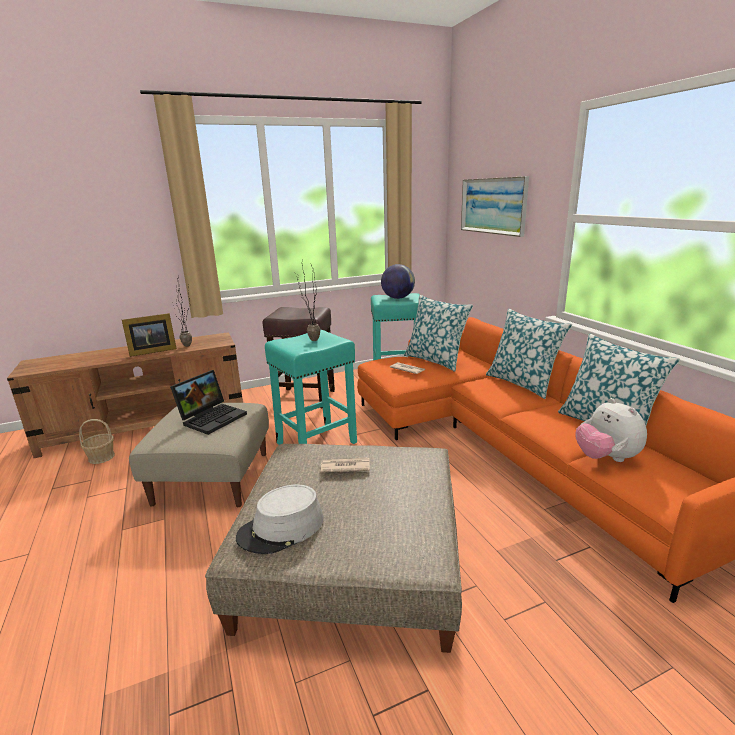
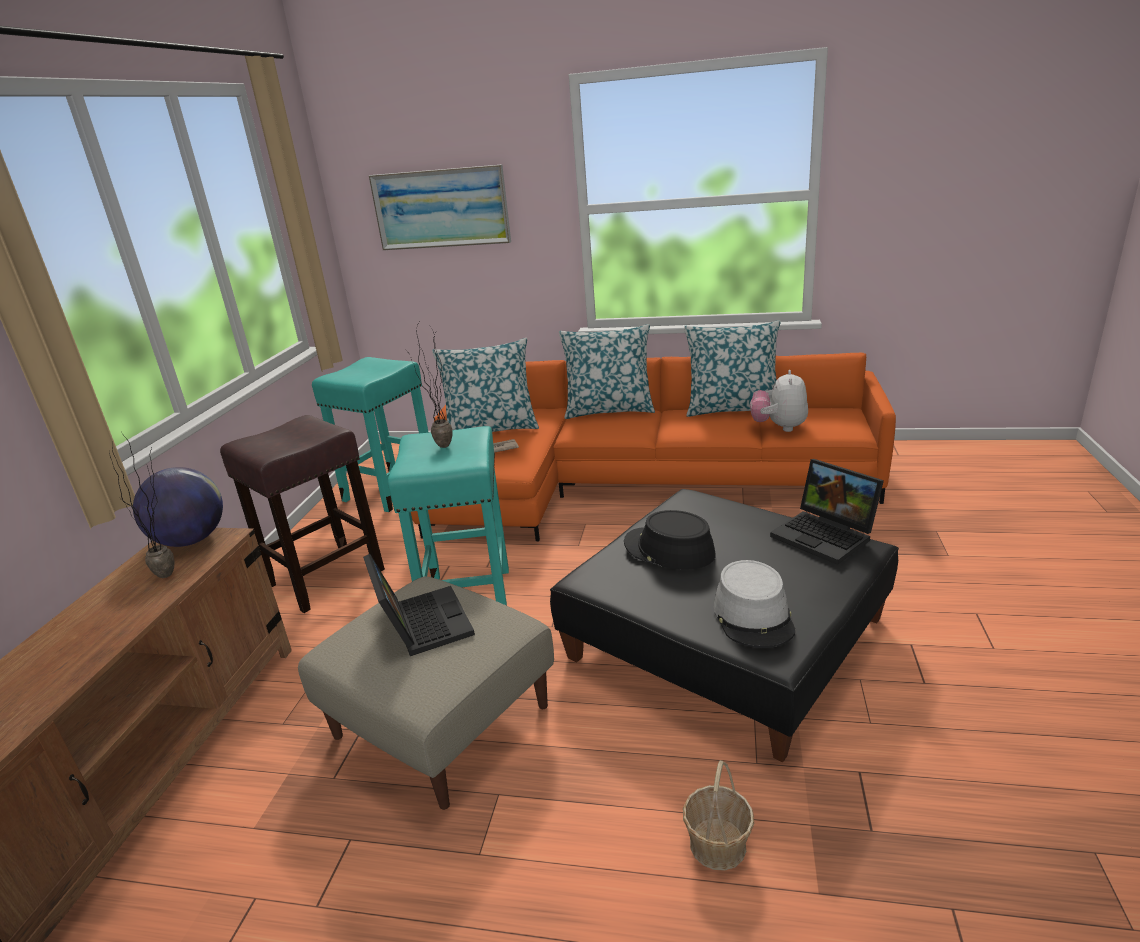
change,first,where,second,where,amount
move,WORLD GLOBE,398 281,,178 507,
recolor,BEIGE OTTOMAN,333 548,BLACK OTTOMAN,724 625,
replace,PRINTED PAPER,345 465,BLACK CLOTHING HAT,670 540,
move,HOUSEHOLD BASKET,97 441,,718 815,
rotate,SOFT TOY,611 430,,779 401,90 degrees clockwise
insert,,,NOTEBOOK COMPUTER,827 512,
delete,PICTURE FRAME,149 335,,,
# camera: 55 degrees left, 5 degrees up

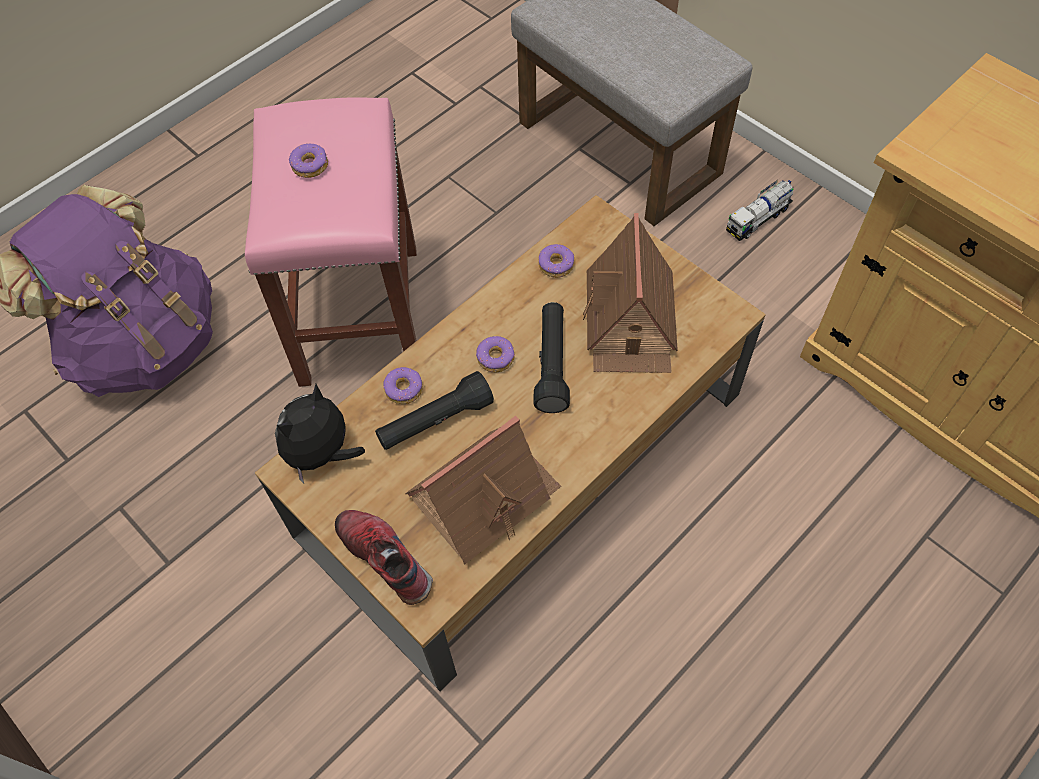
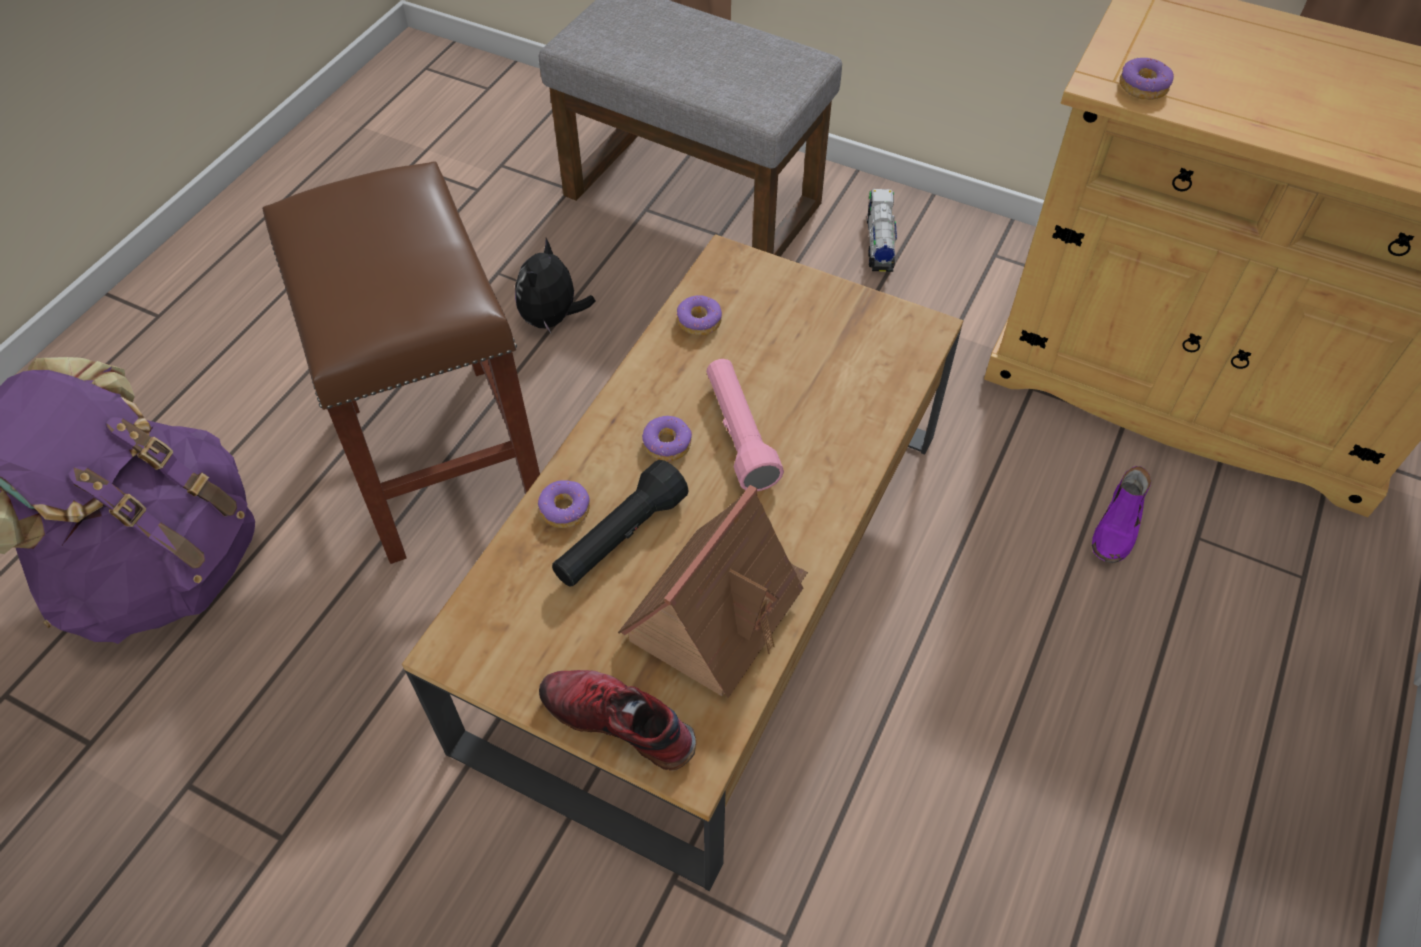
change,first,where,second,where,amount
recolor,PINKISH STOOL SEAT,331 242,BROWNISH STOOL SEAT,401 363,
move,SOFT TOY,320 433,,555 285,
recolor,BLACK FLASHLIGHT,551 357,PINKISH FLASHLIGHT,745 425,
rotate,TOY TRUCK,760 210,,881 230,150 degrees clockwise
insert,,,PURPLE SHOE,1122 514,
move,RING DOUGHNUT,308 160,,1147 79,
delete,MINIATURE HOUSE,630 293,,,
# camera: 20 degrees left, 5 degrees down

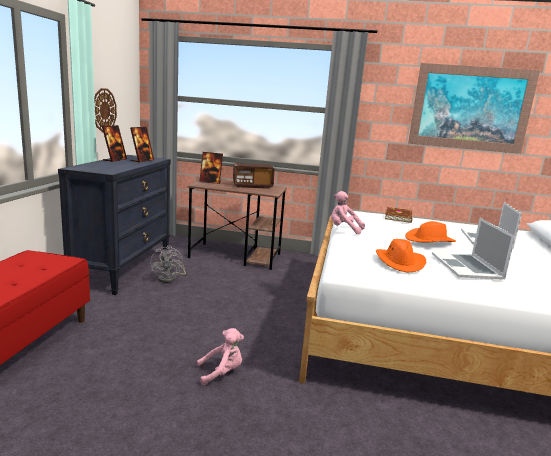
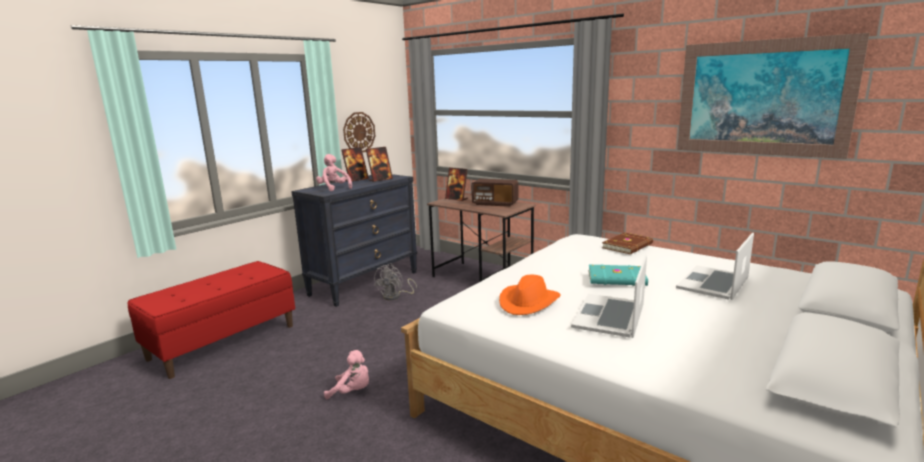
change,first,where,second,where,amount
move,PINKISH SOFT TOY,348 212,,334 172,
replace,ORANGE-COLOURED CLOTHING HAT,430 231,TURQUOISE-COLOURED BOOK,618 275,
# camera: 30 degrees right, 0 degrees up

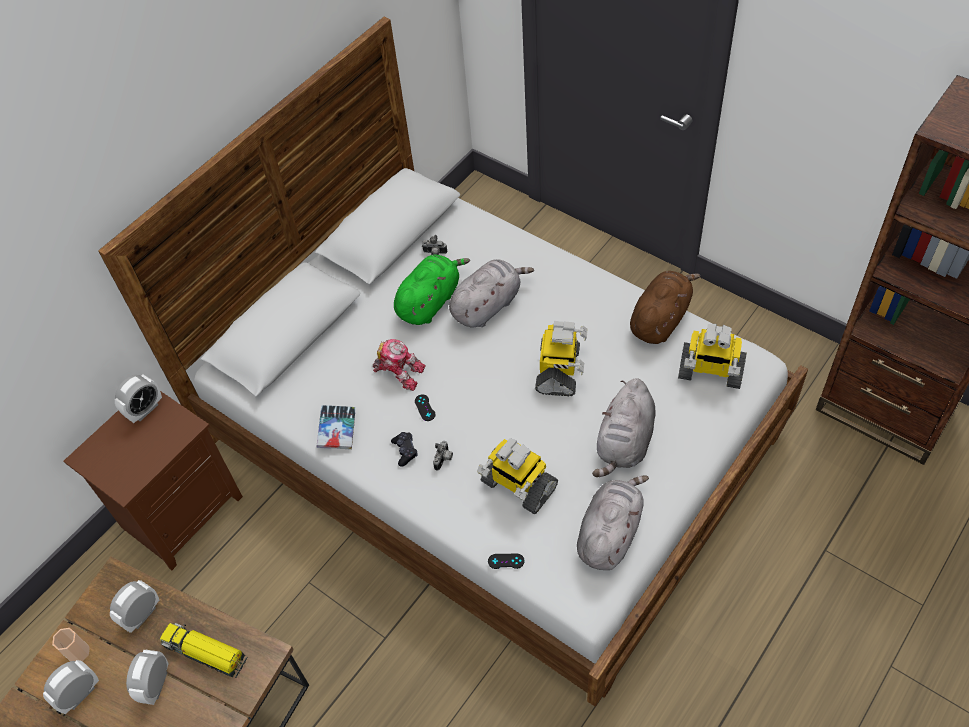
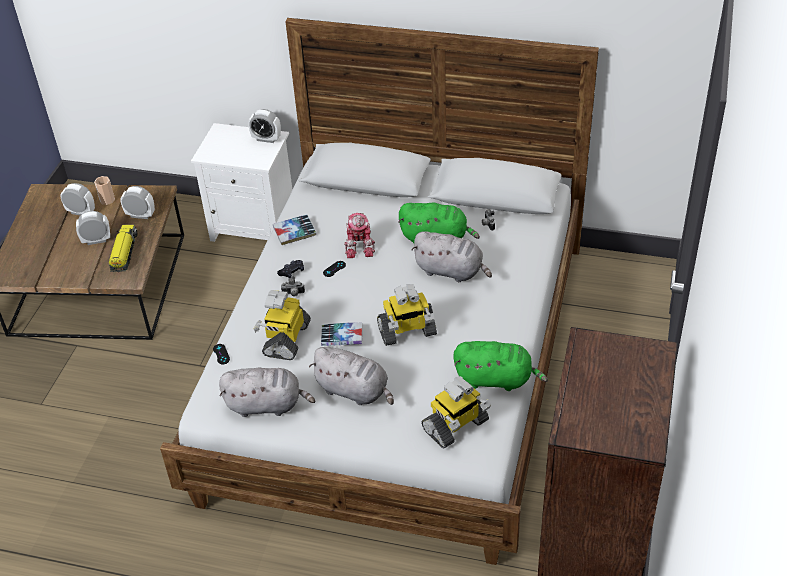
change,first,where,second,where,amount
recolor,BROWNISH NIGHTSTAND,153 480,WHITE-COLOURED NIGHTSTAND,241 182,
rotate,GRAY SOFT TOY,624 427,,351 376,150 degrees counterclockwise
insert,,,BOOK,341 334,
rotate,MODEL ROBOT,712 356,,456 412,120 degrees counterclockwise
recolor,BROWNISH SOFT TOY,665 307,GREEN SOFT TOY,501 366,
# camera: 65 degrees right, 10 degrees down

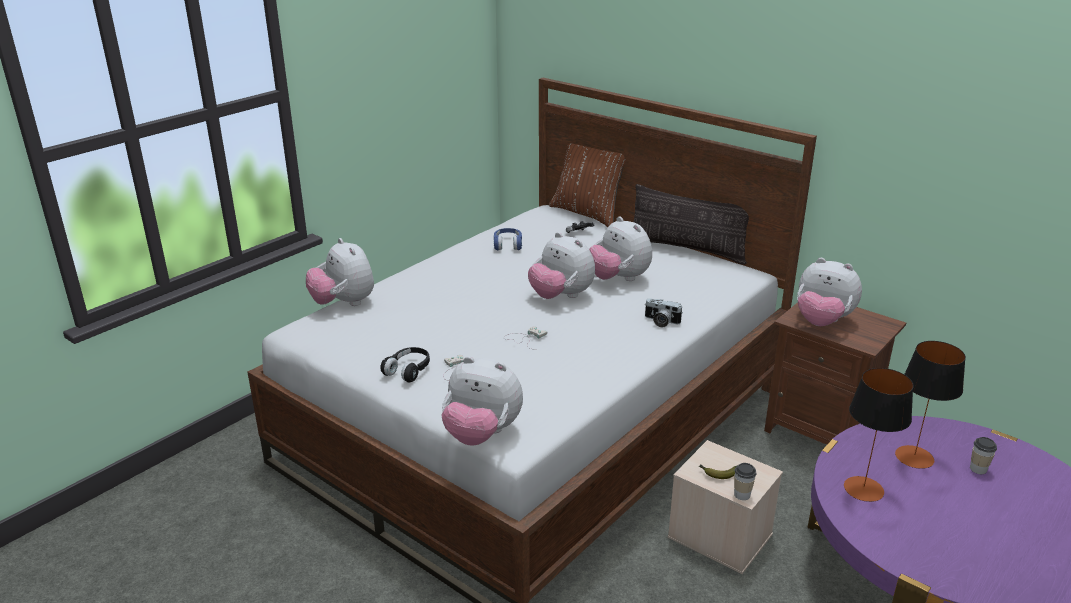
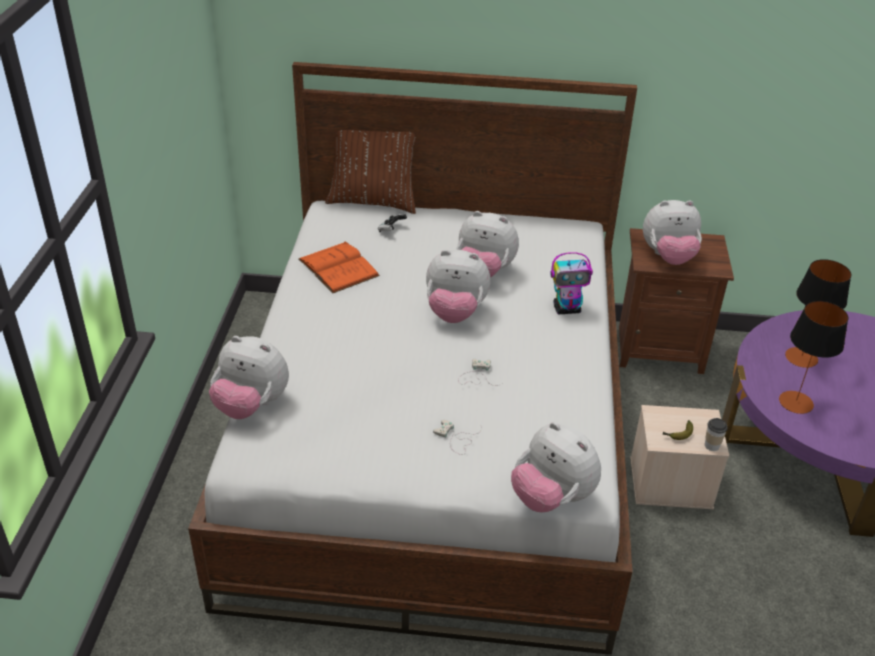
change,first,where,second,where,amount
replace,BLUE PAIR OF HEADPHONES,508 239,ORANGE-COLOURED BOOK,339 267,
rotate,SOFT TOY,482 401,,556 467,60 degrees clockwise
replace,PHOTO CAMERA,663 312,MODEL ROBOT,571 283,
delete,BLACK PAIR OF HEADPHONES,405 364,,,
delete,THROW PILLOW,691 224,,,
delete,SMALL CUP,983 455,,,
# camera: 35 degrees left, 10 degrees up

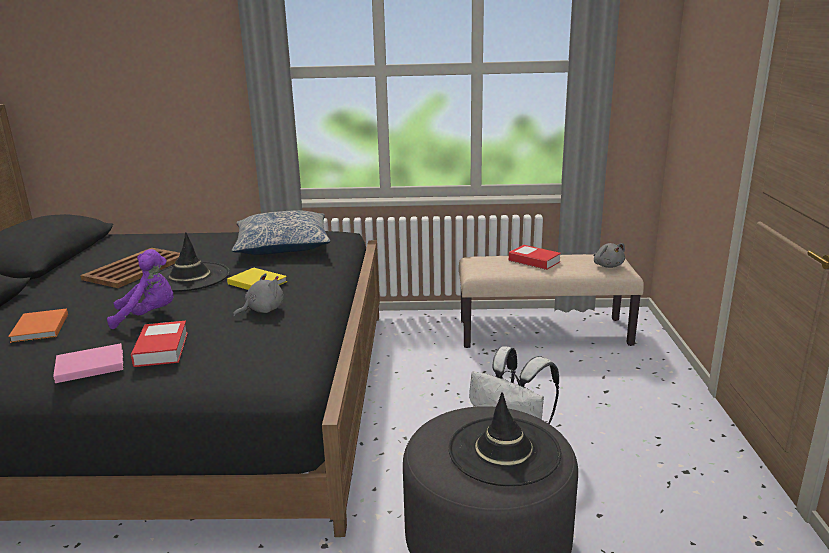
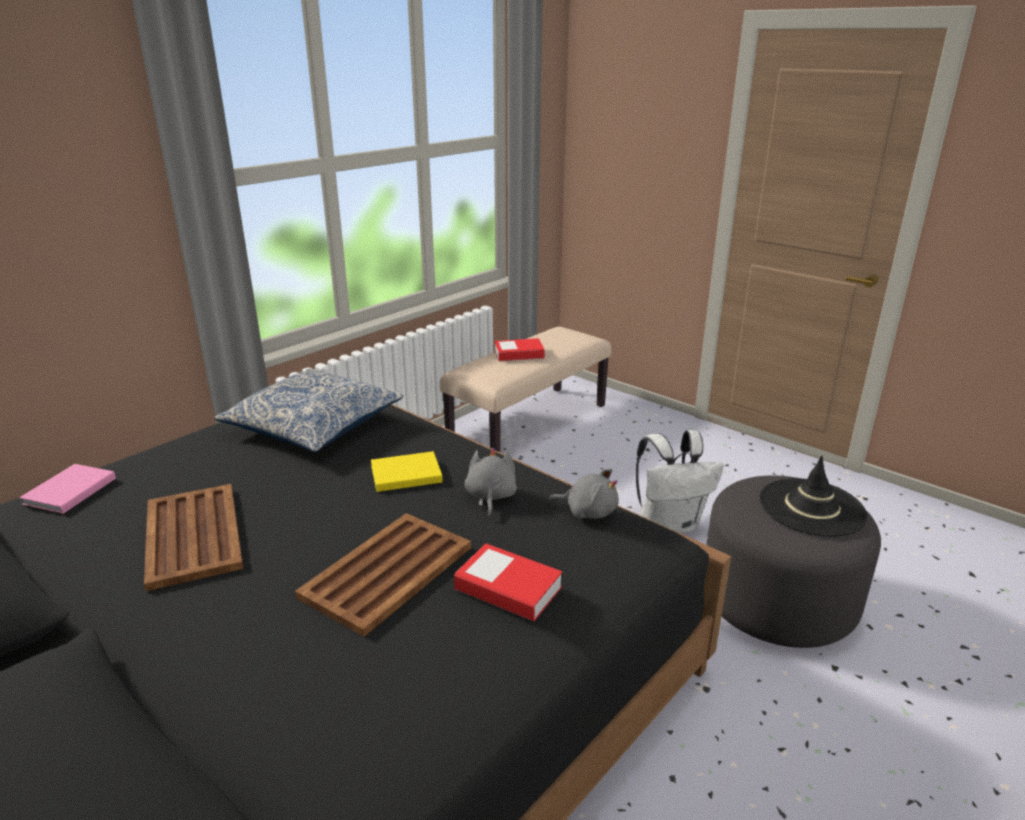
change,first,where,second,where,amount
move,PINKISH BOOK,88 363,,67 489,
replace,PURPLE SOFT TOY,140 289,BROWNISH CARRYING TRAY,383 575,
move,GRAY SOFT TOY,609 255,,583 494,
delete,ORANGE-COLOURED BOOK,38 326,,,
delete,BLACK CLOTHING HAT,194 262,,,
# camera: 50 degrees left, 5 degrees up

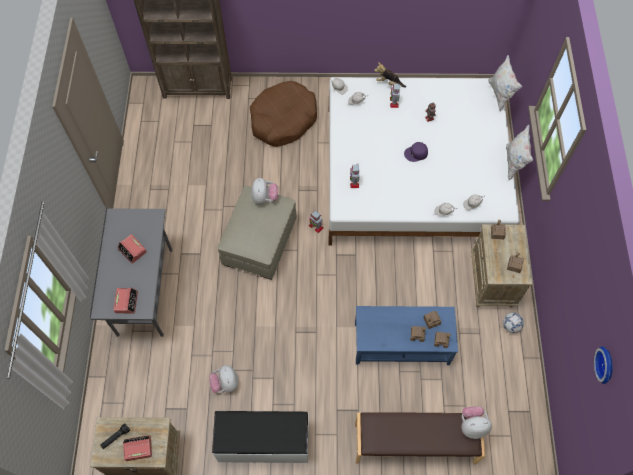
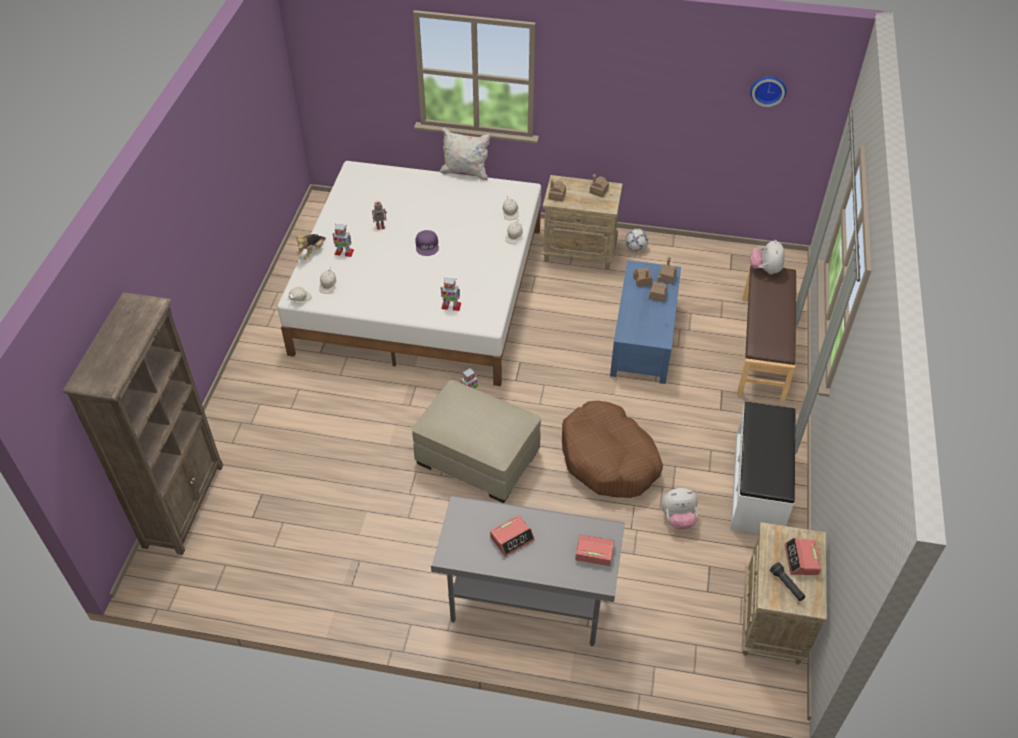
change,first,where,second,where,amount
move,BROWNISH DOG BED,283 114,,612 449,
delete,SOFT TOY,264 191,,,
delete,WHITE-COLOURED THROW PILLOW,505 83,,,
# camera: 80 degrees left, 15 degrees down

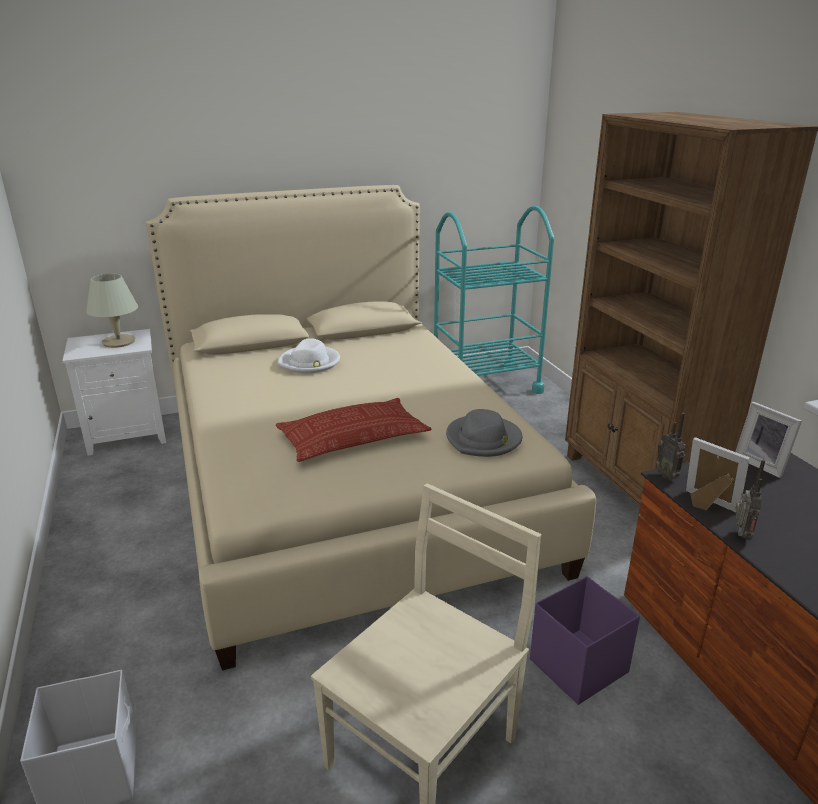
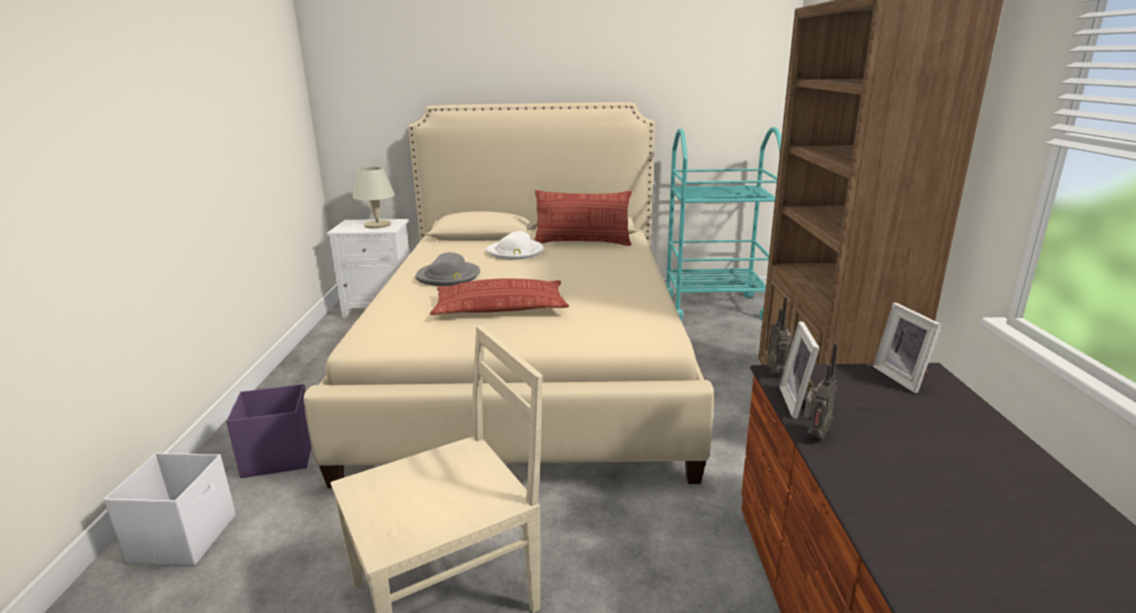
change,first,where,second,where,amount
move,PURPLE STORAGE BIN,585 640,,269 431,
move,GRAY CLOTHING HAT,484 433,,447 269,
insert,,,THROW PILLOW,583 218,
rotate,PICTURE FRAME,718 474,,799 370,150 degrees counterclockwise
# camera: 20 degrees right, 5 degrees down

